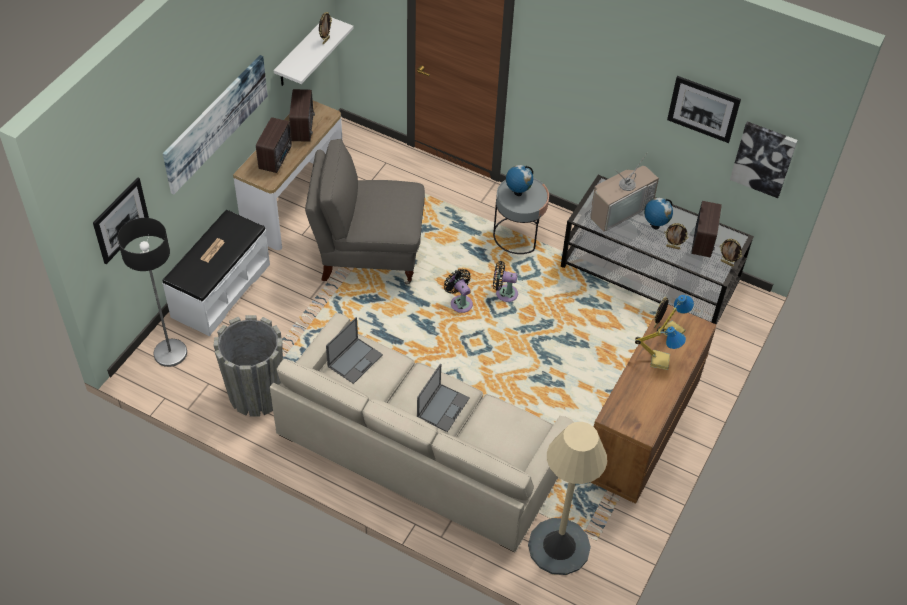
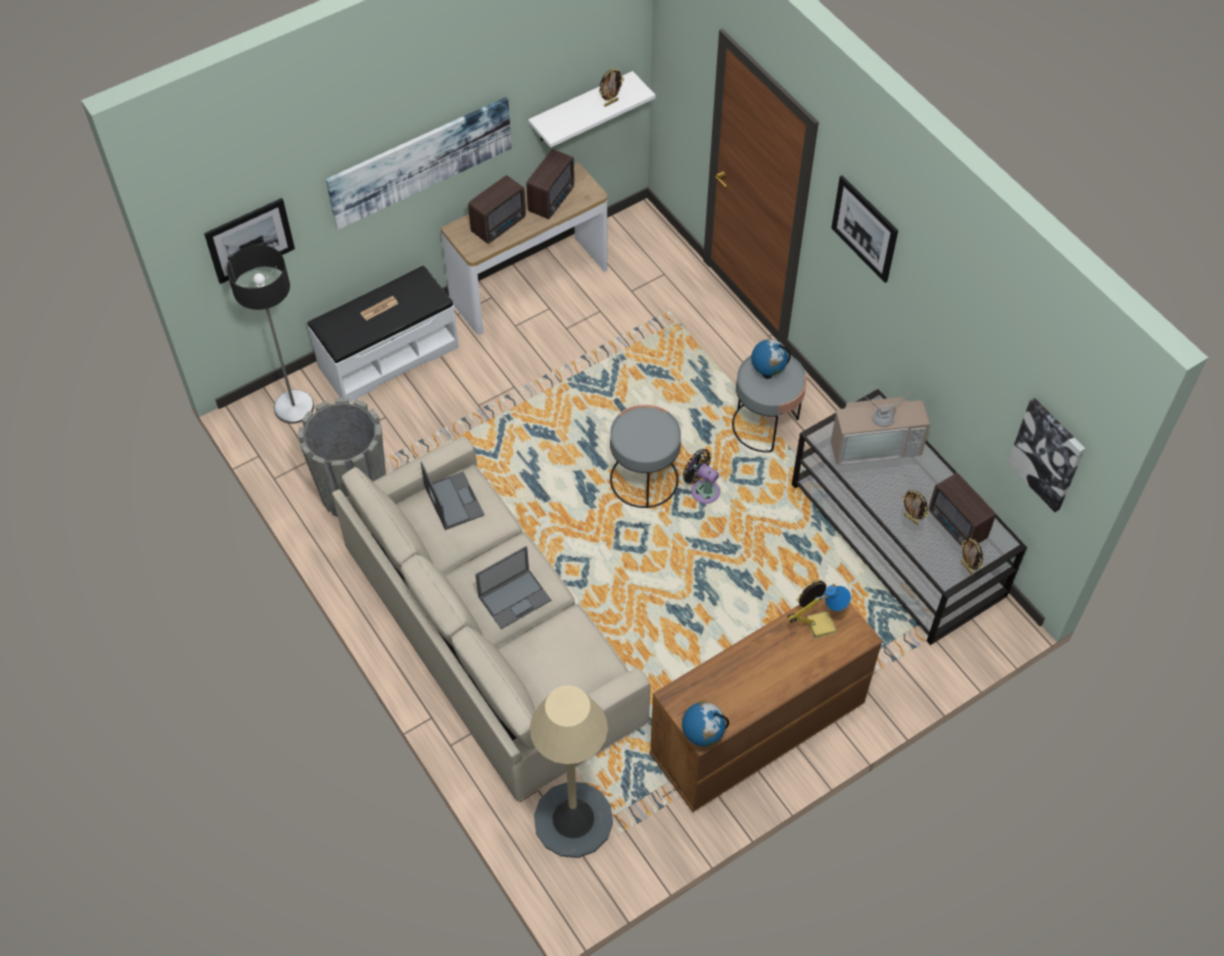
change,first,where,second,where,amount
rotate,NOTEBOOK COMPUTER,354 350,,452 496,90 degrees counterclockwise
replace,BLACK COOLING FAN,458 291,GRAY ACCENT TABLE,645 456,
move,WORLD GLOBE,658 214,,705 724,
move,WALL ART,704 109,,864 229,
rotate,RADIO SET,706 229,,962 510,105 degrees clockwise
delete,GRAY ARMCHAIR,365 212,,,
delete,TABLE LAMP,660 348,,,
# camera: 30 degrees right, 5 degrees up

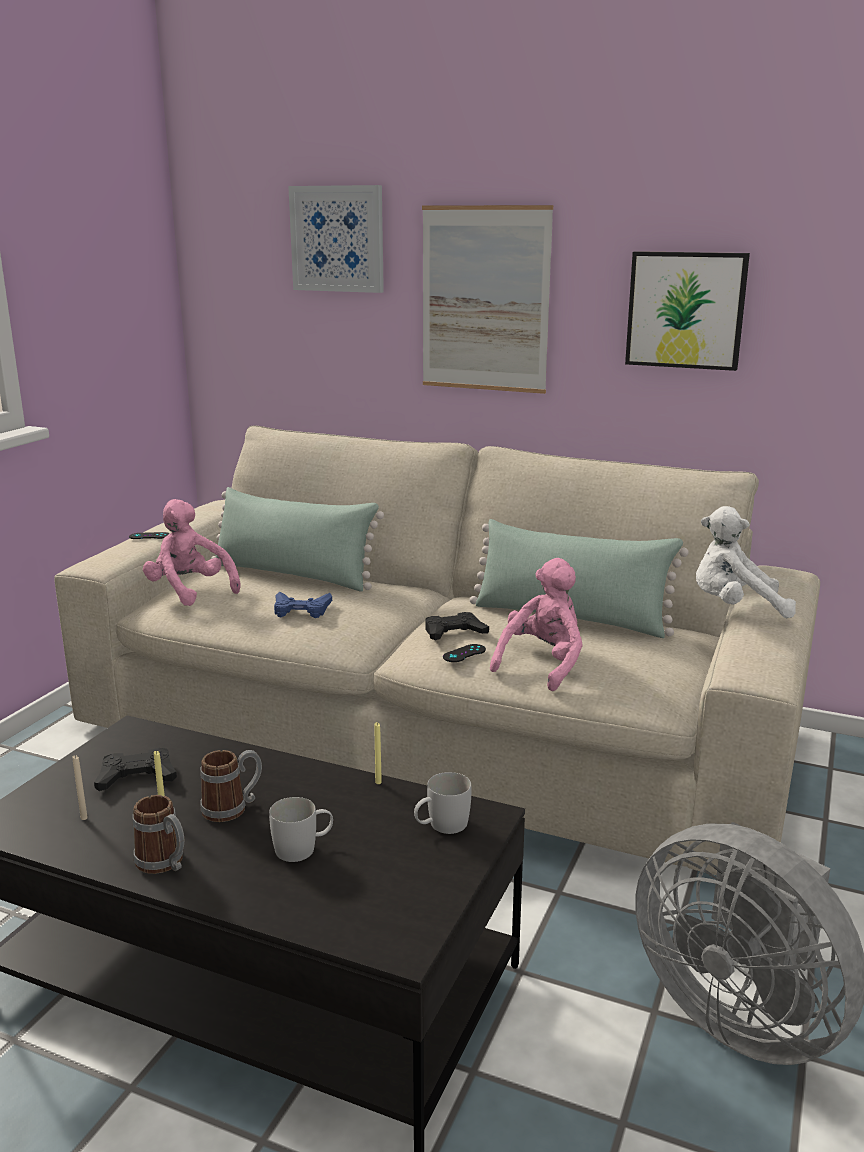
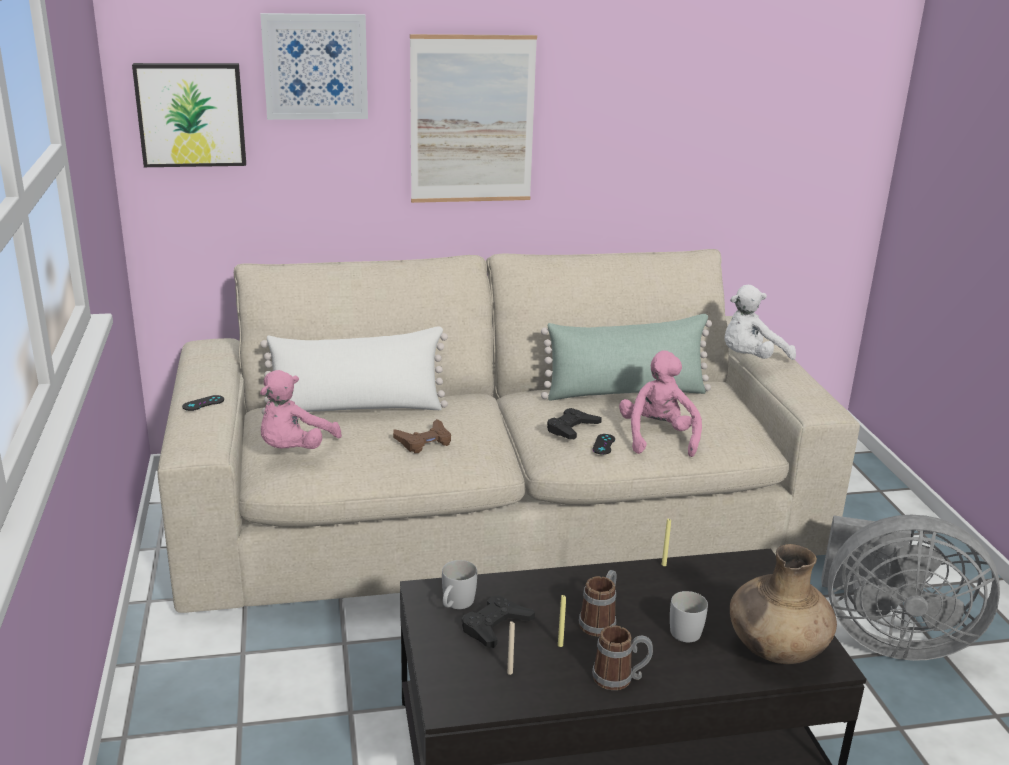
change,first,where,second,where,amount
move,WALL ART,687 311,,189 115,
recolor,GREEN THROW PILLOW,297 539,WHITE-COLOURED THROW PILLOW,354 370,
rotate,PINKISH SOFT TOY,192 552,,301 409,75 degrees counterclockwise
recolor,BLUE GAME CONTROLLER,303 605,BROWNISH GAME CONTROLLER,422 436,
move,WHITE-COLOURED MUG,442 803,,459 584,
insert,,,BROWNISH DECORATIVE VASE,783 604,
# camera: 35 degrees left, 5 degrees up

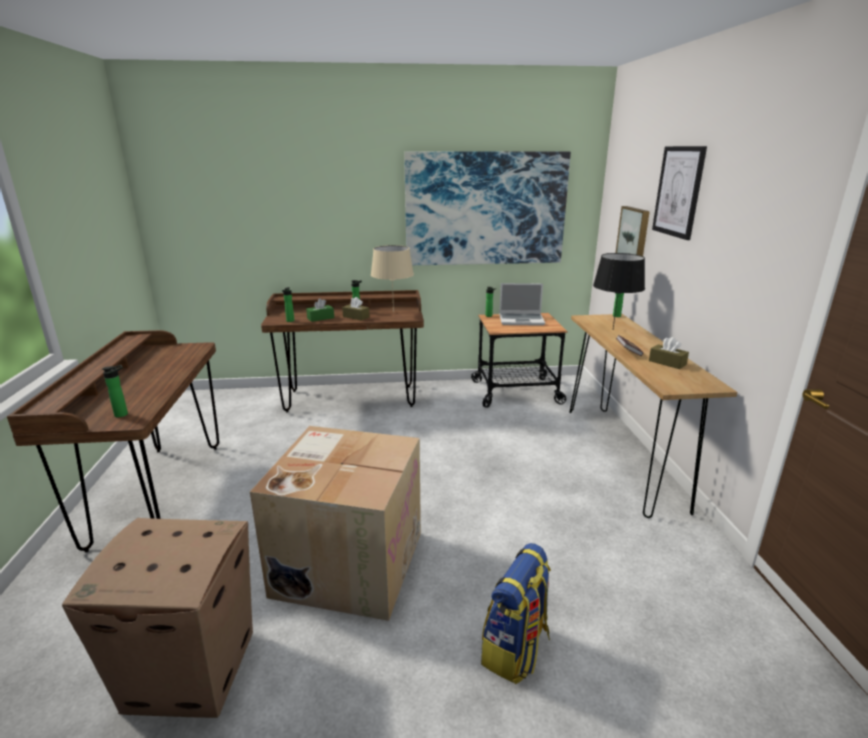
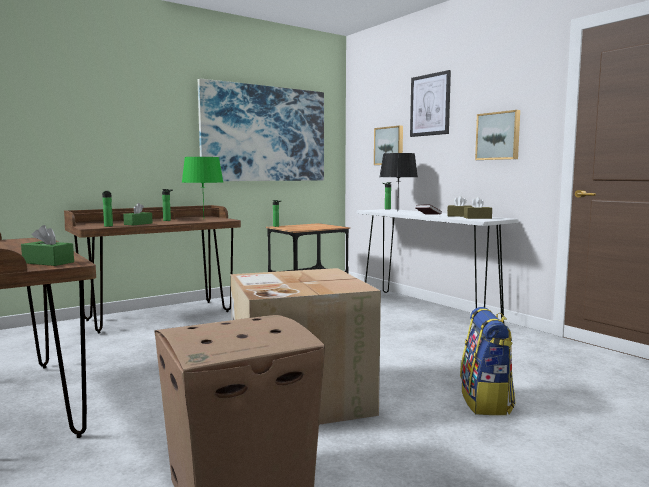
change,first,where,second,where,amount
replace,BOTTLE,115 391,GREEN TISSUE HOLDER,47 245,
recolor,BEIGE TABLE LAMP,392 279,GREEN TABLE LAMP,202 186,
recolor,BROWNISH NARROW TABLE,653 416,WHITE-COLOURED NARROW TABLE,437 266,
move,BROWNISH TISSUE HOLDER,356 309,,478 208,
insert,,,WALL ART,497 135,
delete,NOTEBOOK COMPUTER,522 304,,,
# camera: 30 degrees left, 15 degrees down

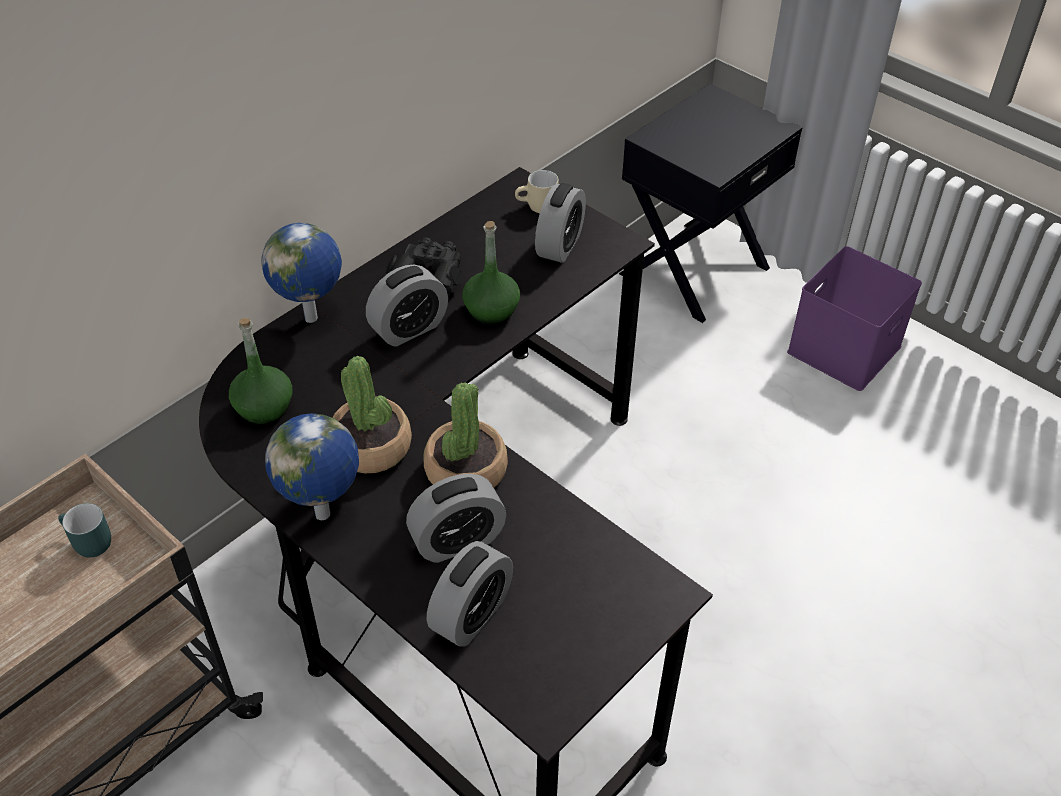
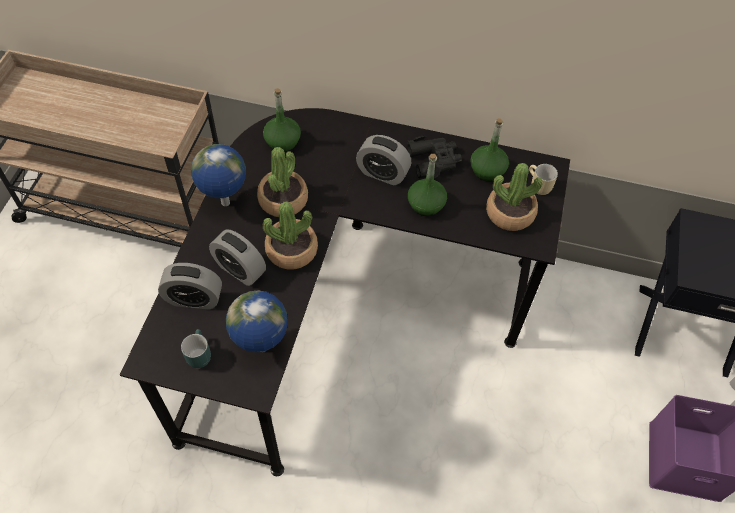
change,first,where,second,where,amount
move,TURQUOISE-COLOURED MUG,84 530,,196 348,
move,WORLD GLOBE,301 273,,257 321,
insert,,,GREEN BOTTLE,489 149,
replace,BEDSIDE CLOCK,560 223,HOUSEPLANT,514 197,
# camera: 60 degrees right, 10 degrees up

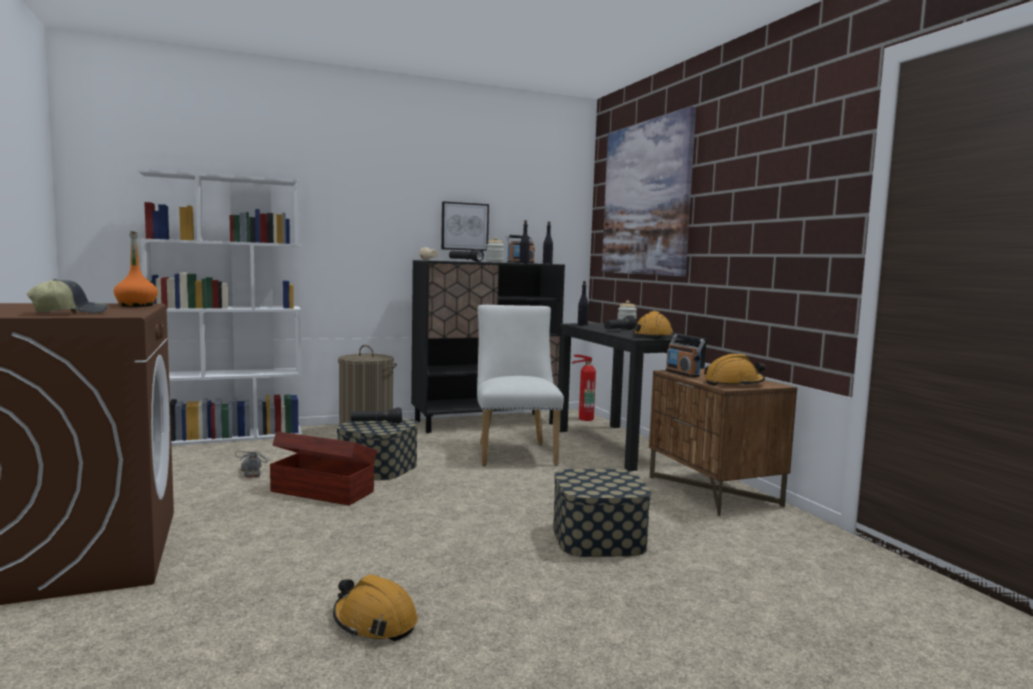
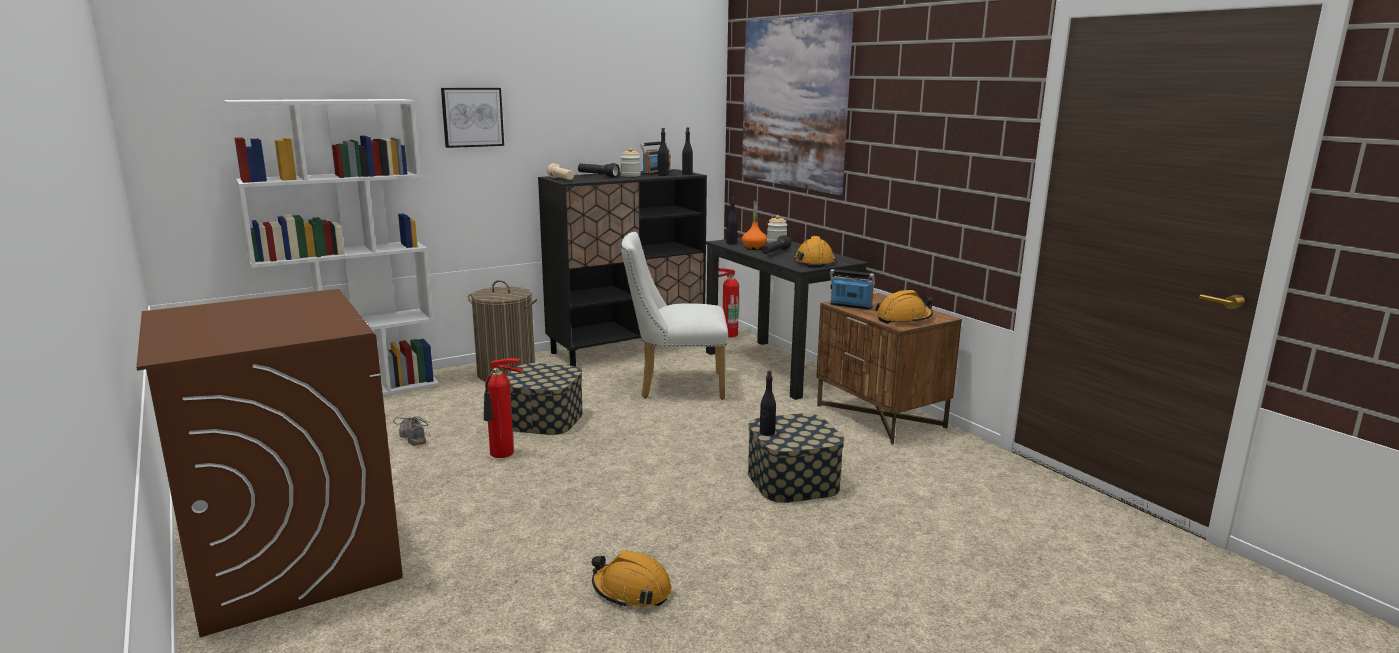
change,first,where,second,where,amount
move,WALL ART,465 226,,472 118,
replace,BROWNISH STORAGE BIN,323 468,EXTINGUISHER,503 408,
rotate,WHITE-COLOURED CHAIR,520 385,,674 315,75 degrees counterclockwise
move,ORANGE-COLOURED BOTTLE,136 269,,754 225,
insert,,,BLACK BOTTLE,768 403,
rotate,RADIO SET,685 355,,852 289,150 degrees clockwise
delete,CAP,67 296,,,
delete,BLACK FLASHLIGHT,376 416,,,
# camera: 10 degrees left, 10 degrees up

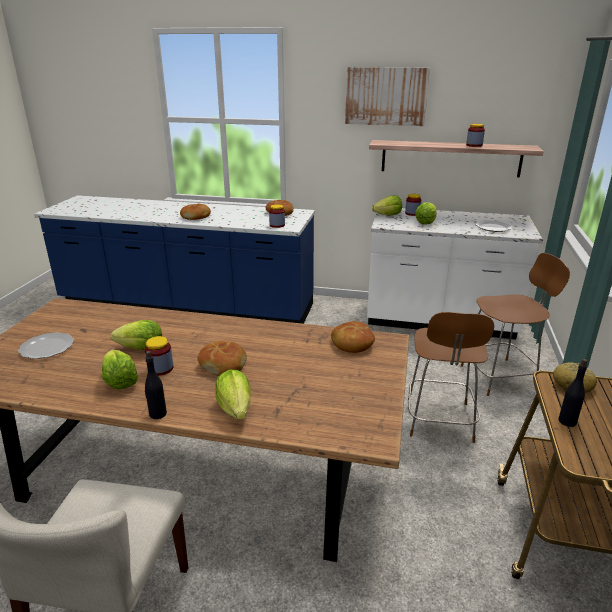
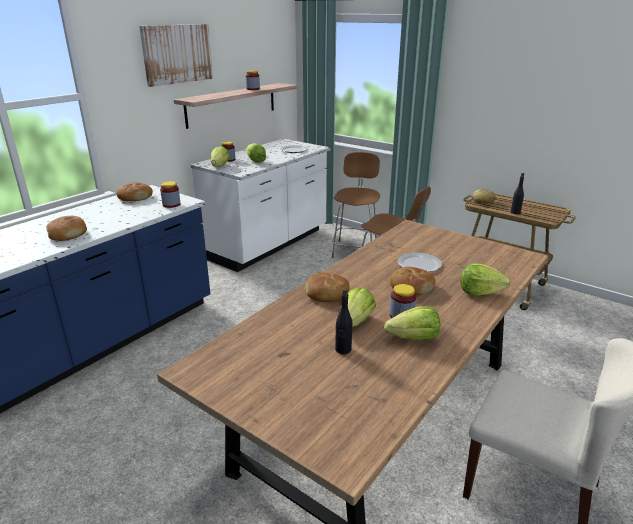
change,first,where,second,where,amount
move,BREAD,353 337,,327 287,
move,BLACK BOTTLE,156 385,,343 321,
move,FLAT DISH,46 345,,420 262,
# camera: 65 degrees left, 0 degrees up

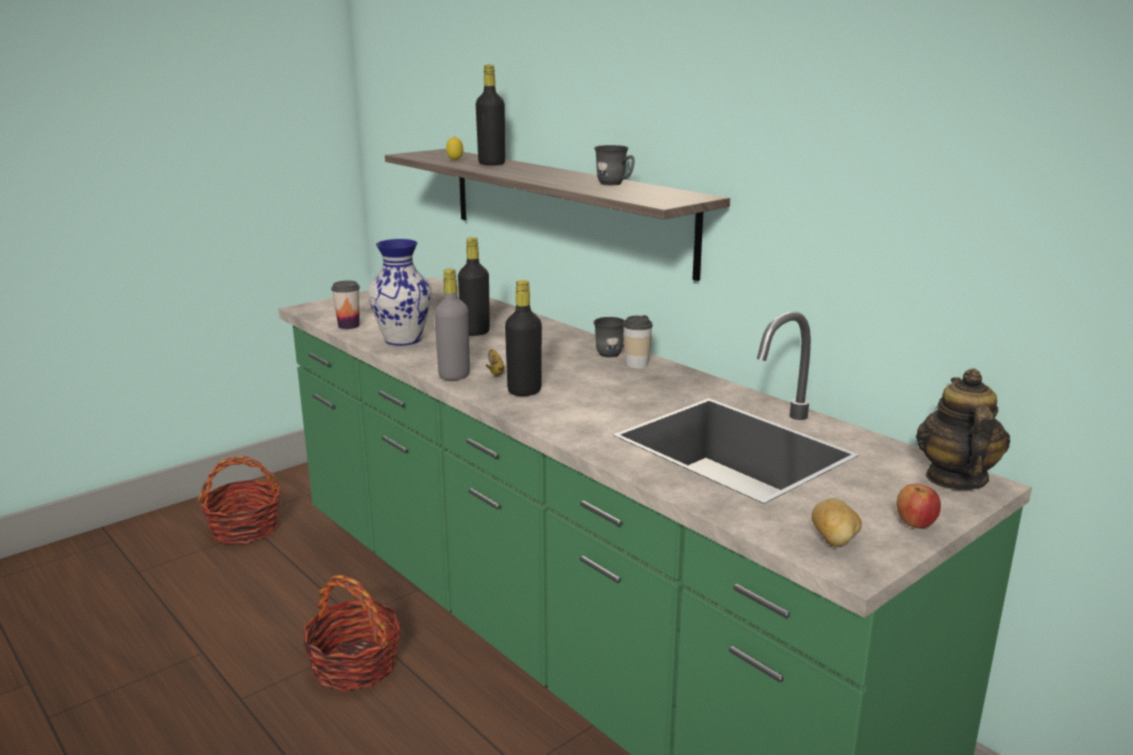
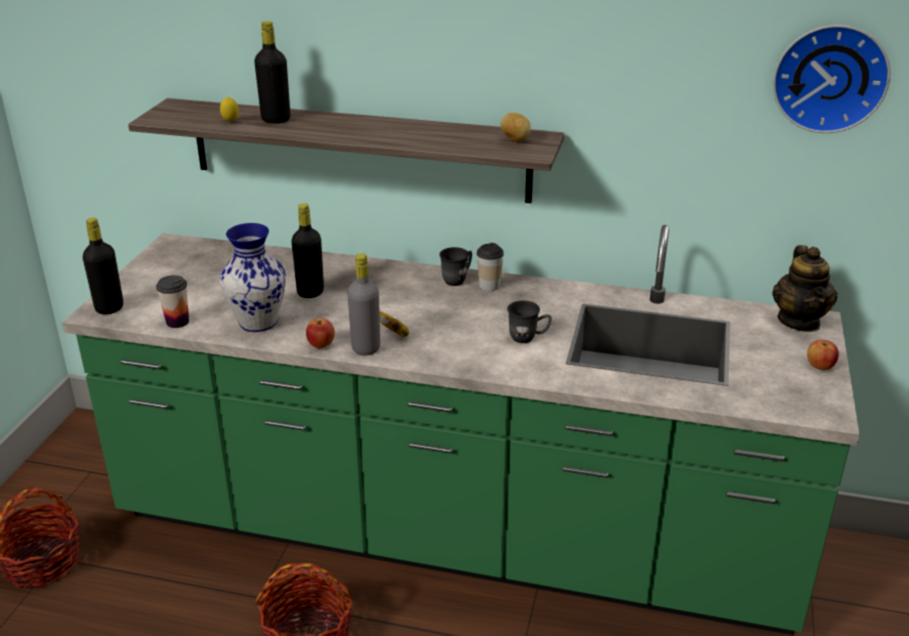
change,first,where,second,where,amount
move,BLACK BOTTLE,523 338,,103 266,
insert,,,APPLE,320 333,
move,POTATO,837 522,,515 127,
move,GRAY MUG,614 165,,529 322,
rotate,POT FOR TEA,963 429,,804 288,150 degrees counterclockwise
insert,,,HANGING CLOCK,832 79,
# camera: 35 degrees left, 10 degrees up

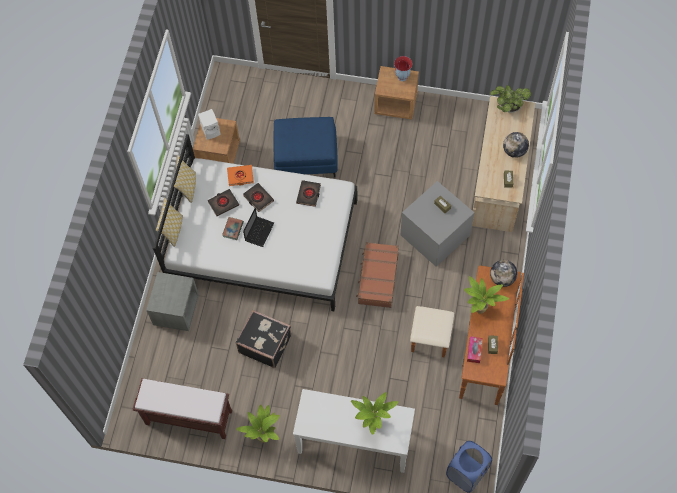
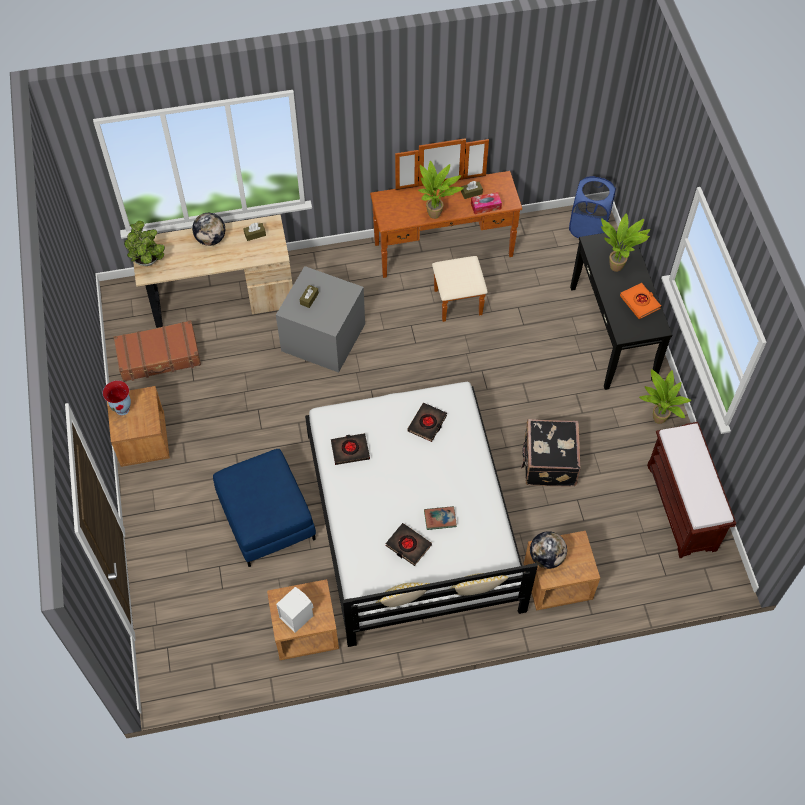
change,first,where,second,where,amount
move,BROWNISH PIECE OF LUGGAGE,377 275,,157 351,
move,BLACK BOOK,258 197,,427 422,
recolor,GRAY NIGHTSTAND,172 301,BROWNISH NIGHTSTAND,561 571,
move,WORLD GLOBE,503 273,,548 550,
recolor,WHITE-COLOURED NARROW TABLE,354 431,BLACK NARROW TABLE,621 310,
move,ORANGE-COLOURED BOOK,240 175,,640 301,
delete,NOTEBOOK COMPUTER,258 227,,,
# camera: 115 degrees left, 5 degrees down

